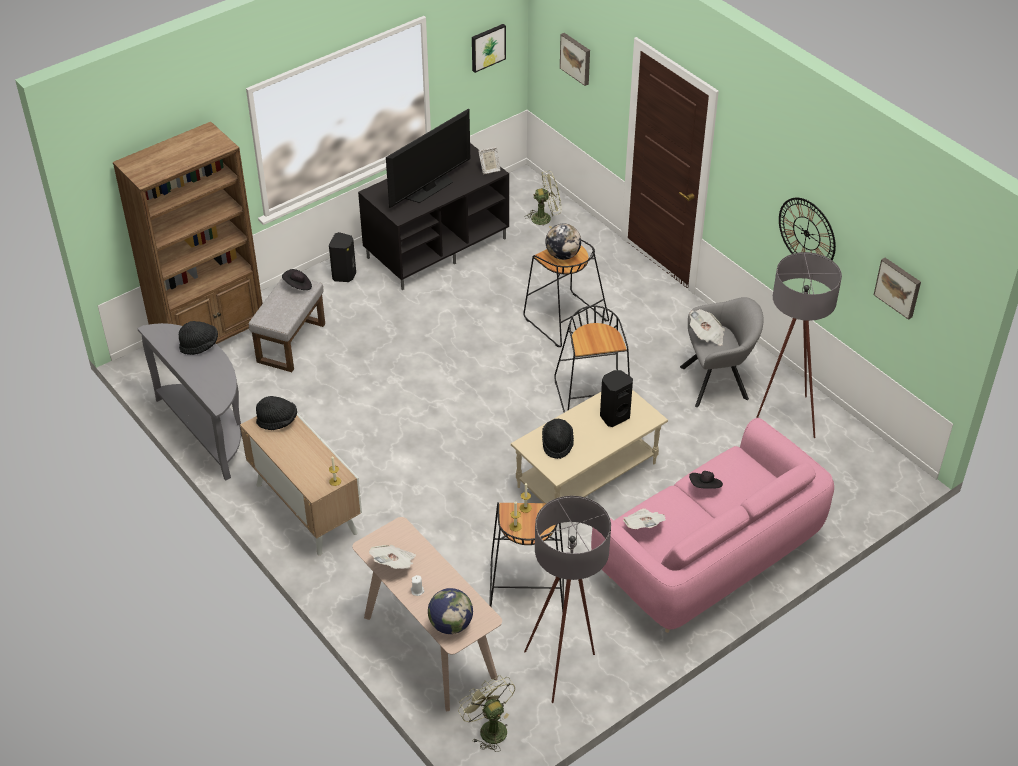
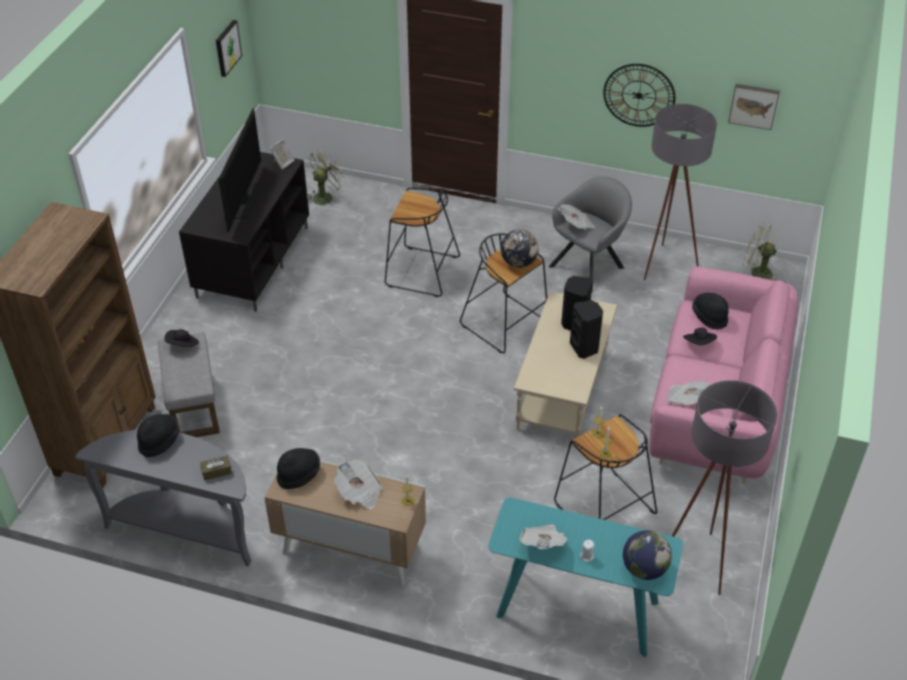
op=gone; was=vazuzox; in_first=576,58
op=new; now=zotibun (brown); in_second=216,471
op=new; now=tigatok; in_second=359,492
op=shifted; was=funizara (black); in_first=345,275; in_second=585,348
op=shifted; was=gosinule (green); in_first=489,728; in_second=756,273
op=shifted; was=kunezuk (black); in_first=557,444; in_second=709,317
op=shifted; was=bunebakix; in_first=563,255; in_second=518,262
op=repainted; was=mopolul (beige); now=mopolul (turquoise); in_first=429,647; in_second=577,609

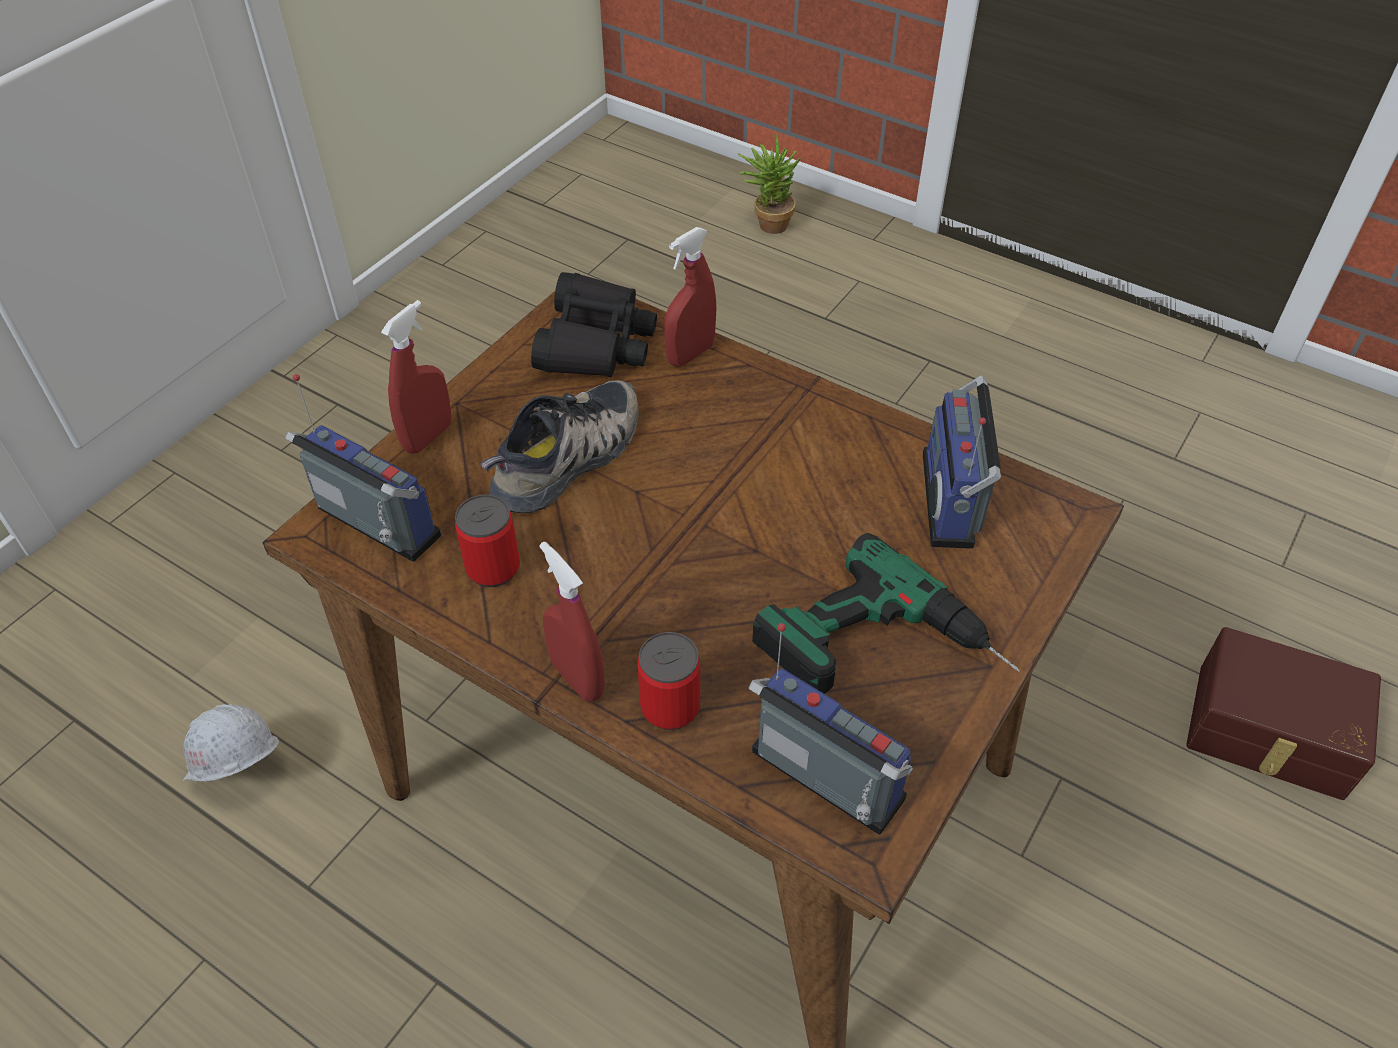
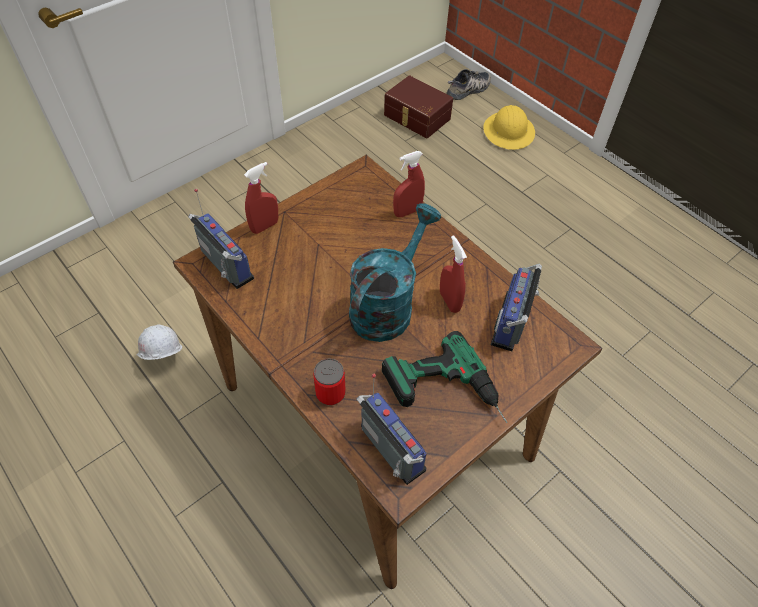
op=gone; was=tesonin; in_first=493,568
op=gone; was=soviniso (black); in_first=595,343
op=new; now=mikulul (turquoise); in_second=387,305
op=shifted; was=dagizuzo; in_first=570,460; in_second=469,90
op=shifted; was=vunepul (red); in_first=577,678; in_second=449,301
op=shifted; was=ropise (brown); in_first=1270,733; in_second=416,117
op=swapped; was=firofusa; now=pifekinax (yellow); in_first=767,224; in_second=509,132

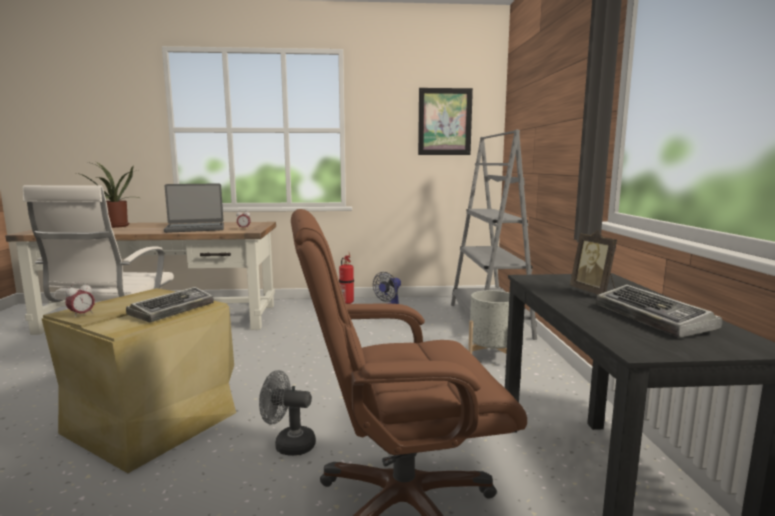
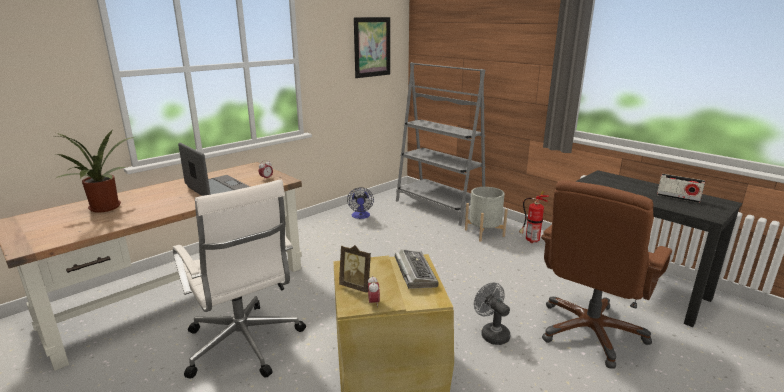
op=shifted; was=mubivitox; in_first=346,303; in_second=530,241
op=shifted; was=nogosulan; in_first=594,292; in_second=357,286
op=swapped; was=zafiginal; now=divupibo; in_first=654,319; in_second=678,198
op=rotated; was=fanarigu; in_first=195,228; in_second=218,189; clockwise=-75
op=rotated; was=gosinule (grey); in_first=288,444; in_second=491,333; clockwise=90

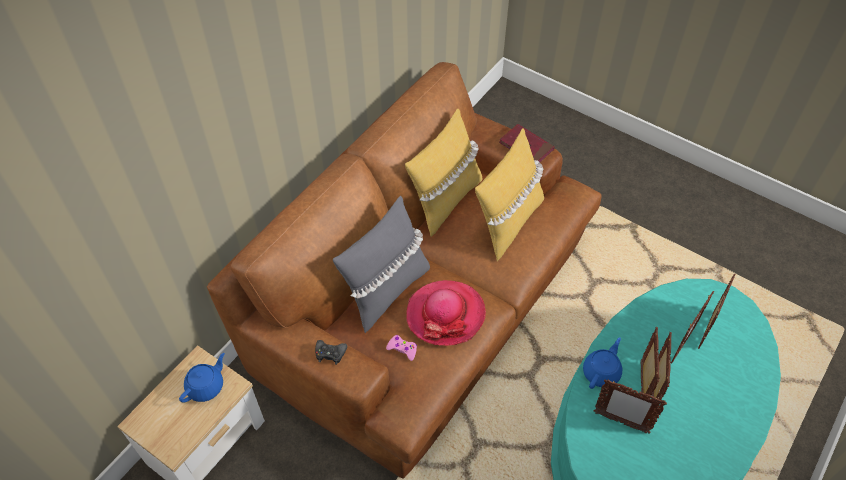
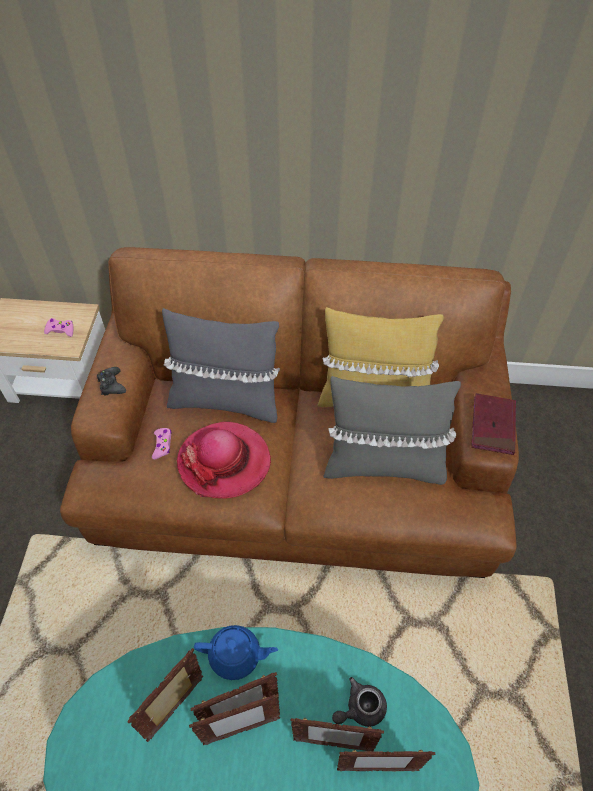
op=new; now=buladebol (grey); in_second=360,708
op=swapped; was=buladebol (blue); now=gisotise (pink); in_first=206,386; in_second=60,330
op=repainted; was=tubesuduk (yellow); now=tubesuduk (grey); in_first=507,223; in_second=383,464
op=rotated; was=nogosulan; in_first=620,422; in_second=177,708; clockwise=45

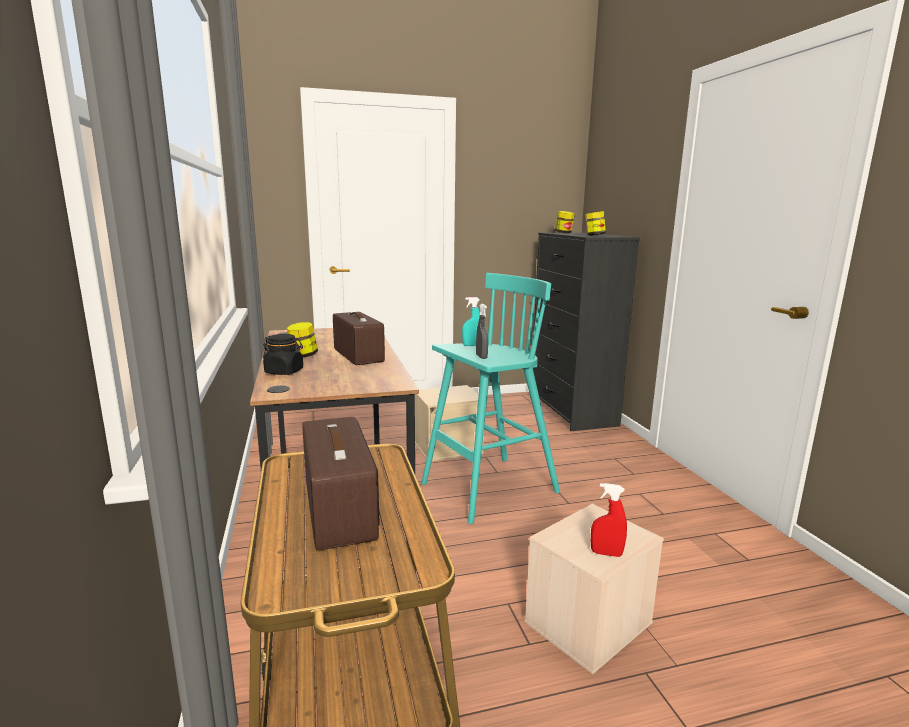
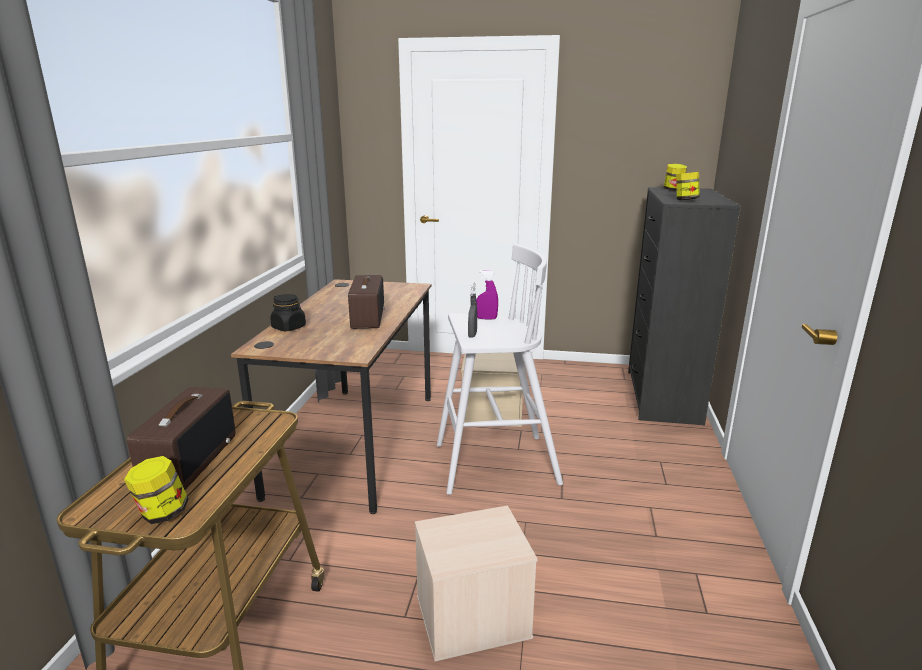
op=gone; was=vunepul (red); in_first=606,553
op=shifted; was=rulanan; in_first=303,355; in_second=162,513
op=repainted; was=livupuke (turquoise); now=livupuke (white); in_first=487,489; in_second=493,464
op=repainted; was=vunepul (turquoise); now=vunepul (purple); in_first=472,345; in_second=486,318

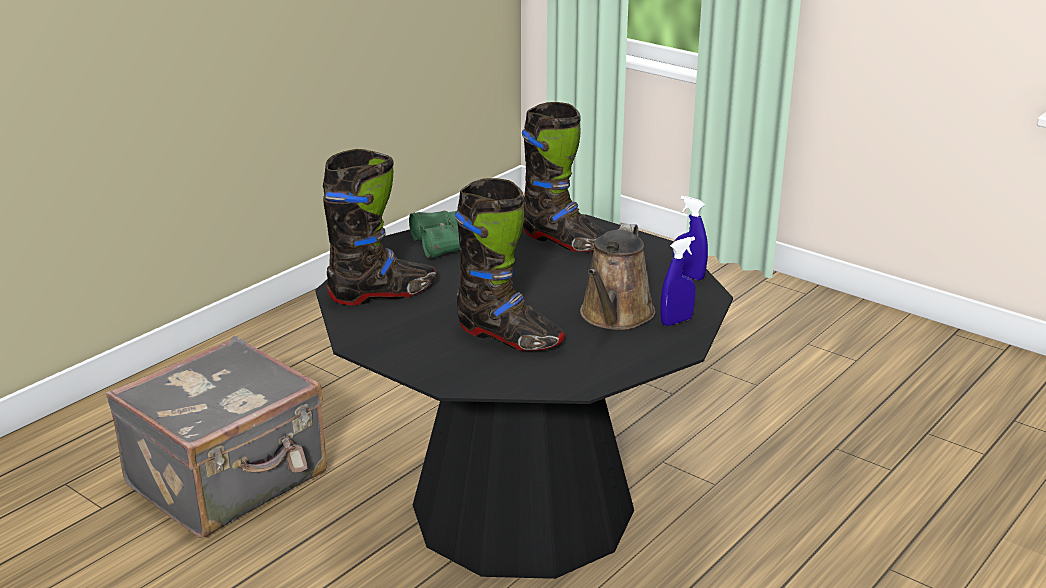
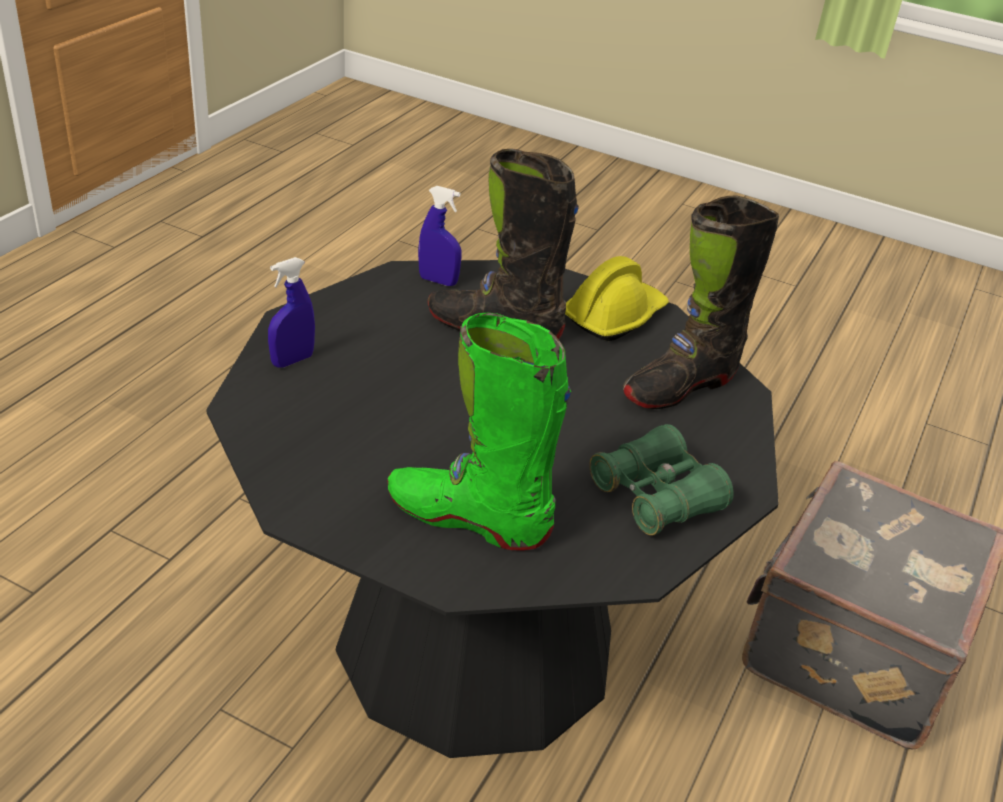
op=gone; was=mikulul (brown); in_first=615,316
op=new; now=pifekinax (yellow); in_second=614,316
op=shifted; was=vunepul (blue); in_first=688,276; in_second=438,281
op=repainted; was=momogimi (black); now=momogimi (green); in_first=565,241; in_second=468,518

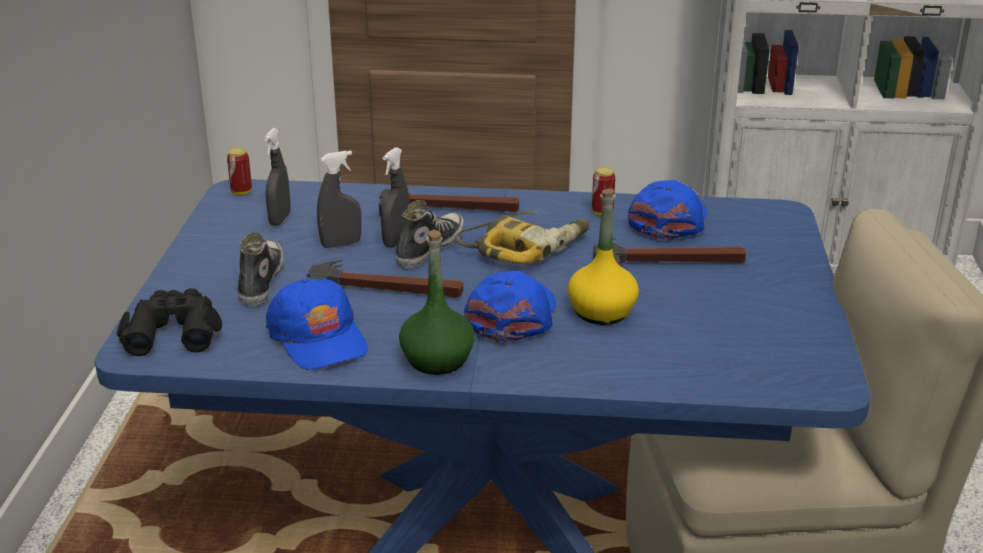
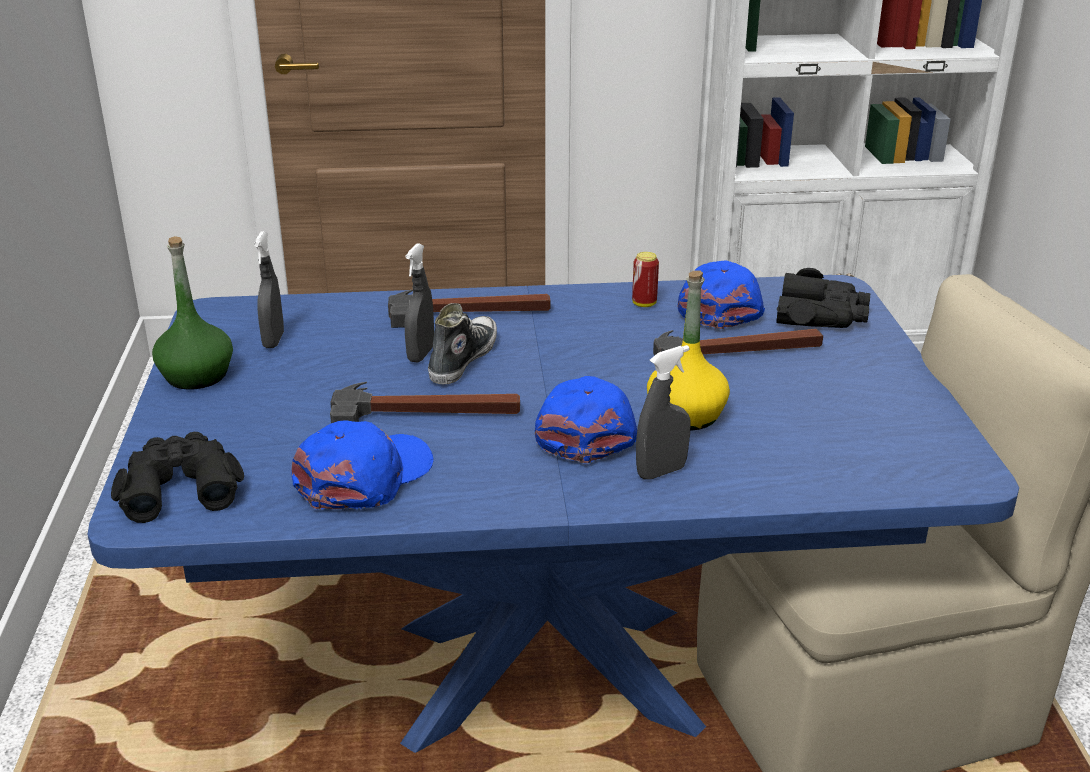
op=gone; was=tesonin; in_first=241,192
op=gone; was=dagizuzo; in_first=260,281
op=gone; was=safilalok; in_first=525,246
op=new; now=soviniso (black); in_second=821,315
op=shifted; was=vunepul (grey); in_first=341,244; in_second=661,472
op=shifted; was=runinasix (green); in_first=437,360; in_second=197,376
op=rotated; was=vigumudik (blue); in_first=318,337; in_second=364,477; clockwise=-105

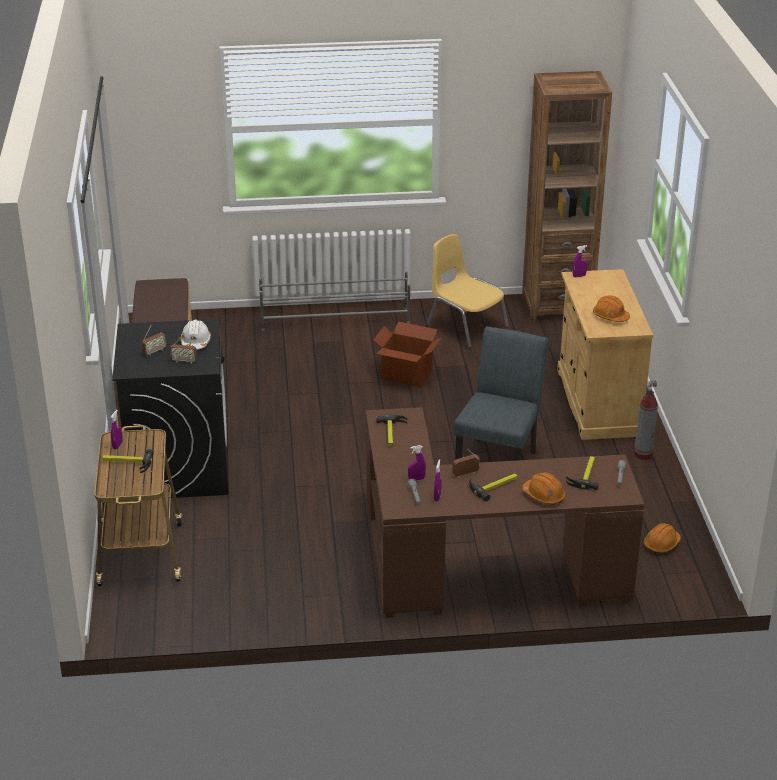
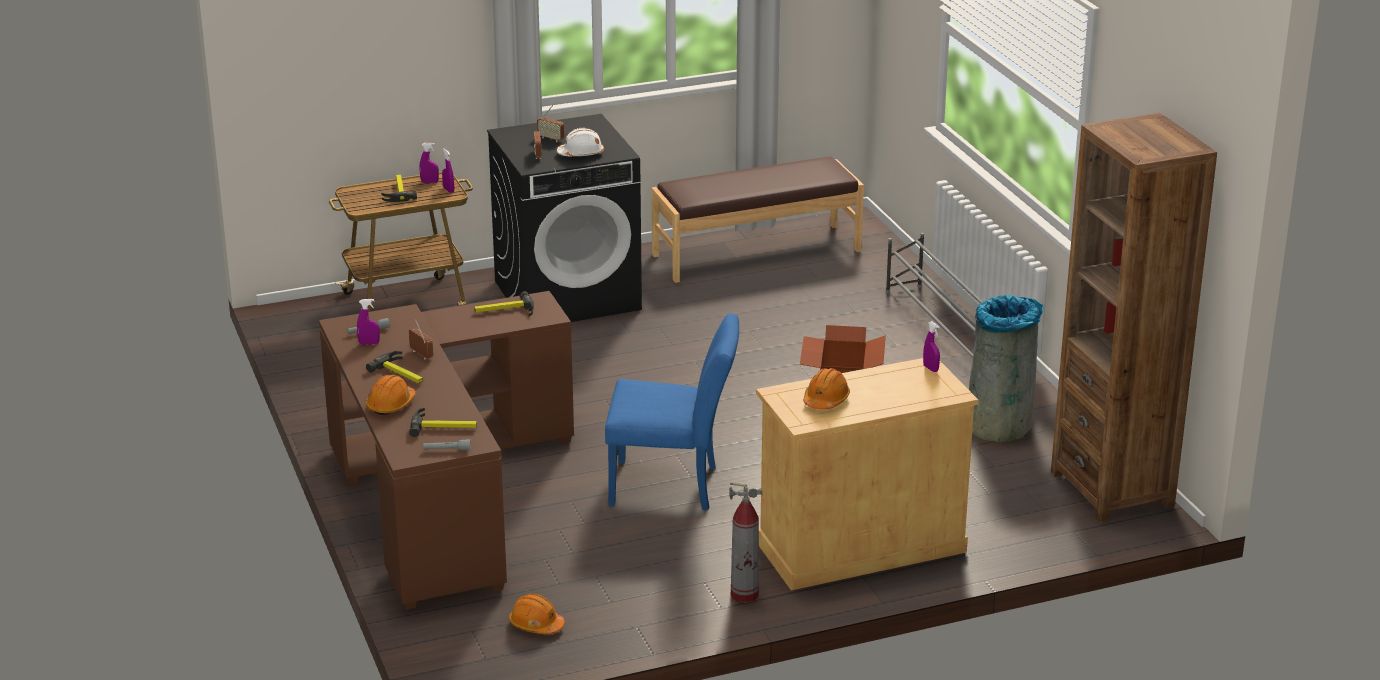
op=shifted; was=vunepul (purple); in_first=416,479; in_second=448,190
op=swapped; was=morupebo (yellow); now=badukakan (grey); in_first=466,326; in_second=1000,424
op=repainted; was=morupebo (grey); now=morupebo (blue); in_first=499,461; in_second=673,486

